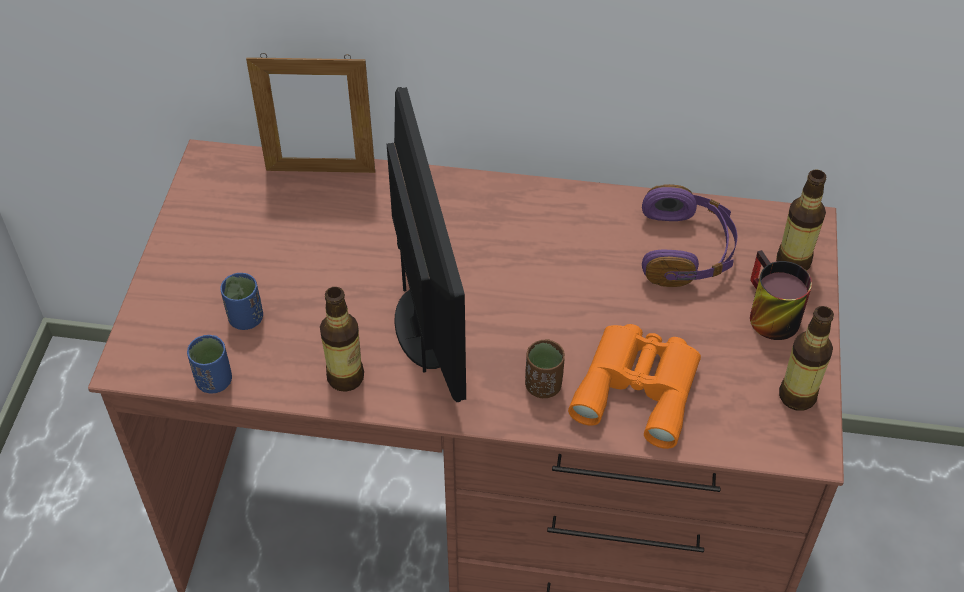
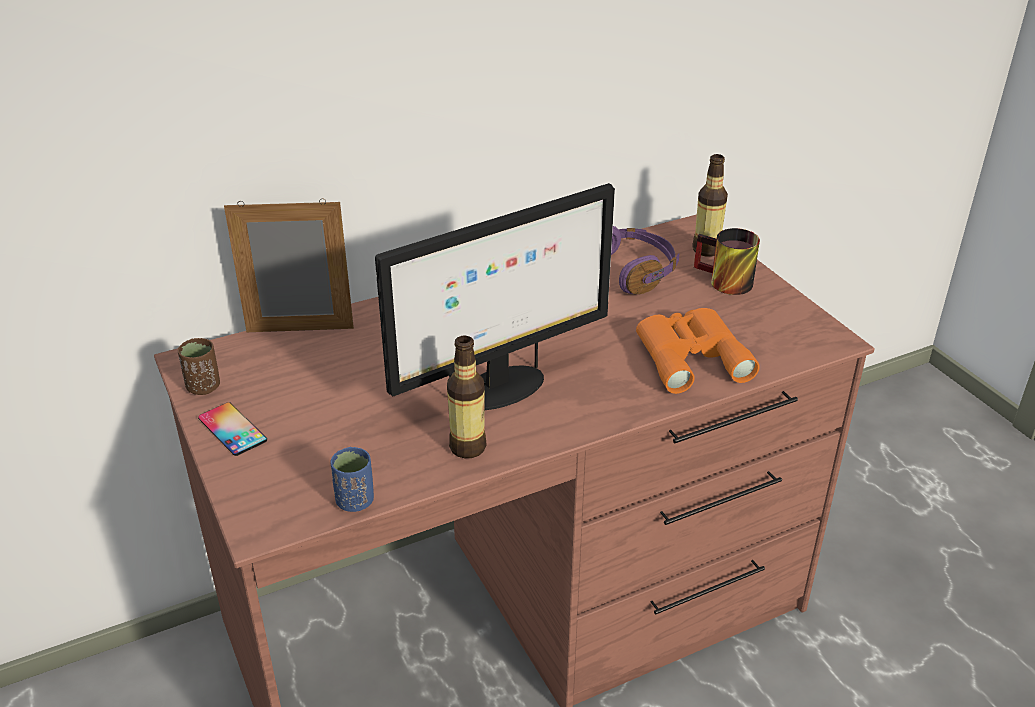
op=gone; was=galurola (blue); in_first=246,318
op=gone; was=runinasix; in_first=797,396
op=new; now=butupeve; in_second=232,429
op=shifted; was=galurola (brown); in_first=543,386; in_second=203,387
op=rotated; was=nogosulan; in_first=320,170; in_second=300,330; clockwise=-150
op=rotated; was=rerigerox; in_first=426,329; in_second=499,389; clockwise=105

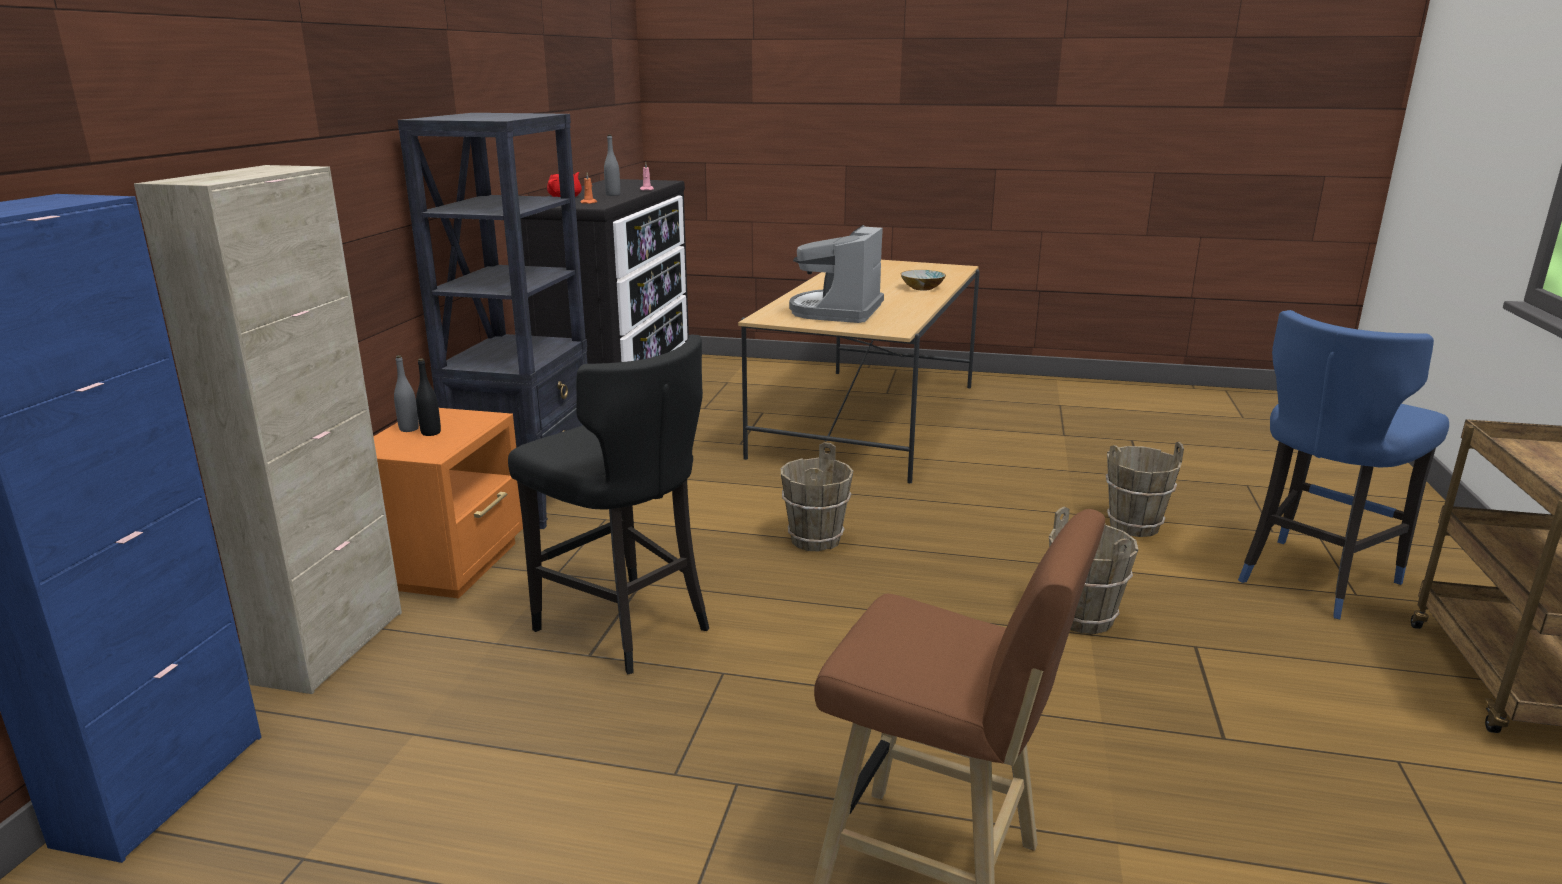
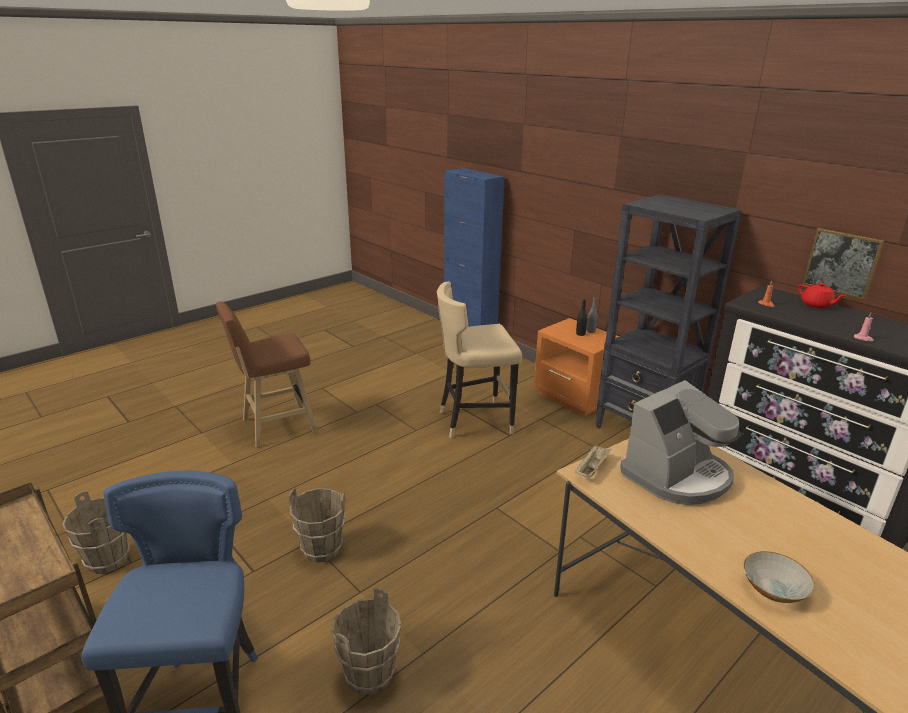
op=gone; was=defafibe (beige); in_first=331,647
op=gone; was=runinasix (grey); in_first=613,195
op=new; now=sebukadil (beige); in_second=591,468
op=new; now=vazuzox; in_second=842,263
op=shifted; was=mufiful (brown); in_first=814,540; in_second=108,559
op=repainted; was=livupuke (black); now=livupuke (beige); in_first=625,627; in_second=474,421
op=rotated; was=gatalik; in_first=836,311; in_second=677,476; clockwise=90

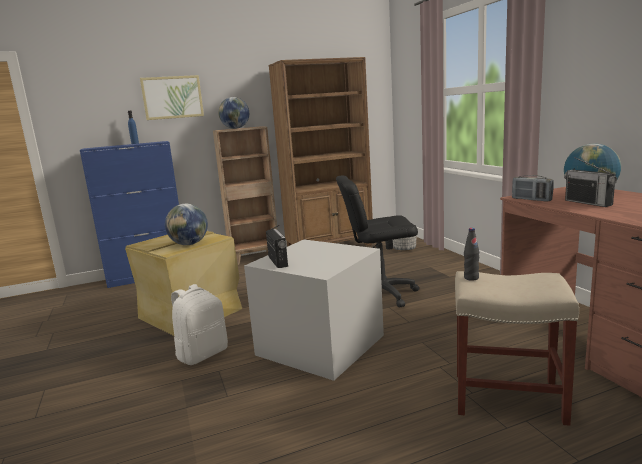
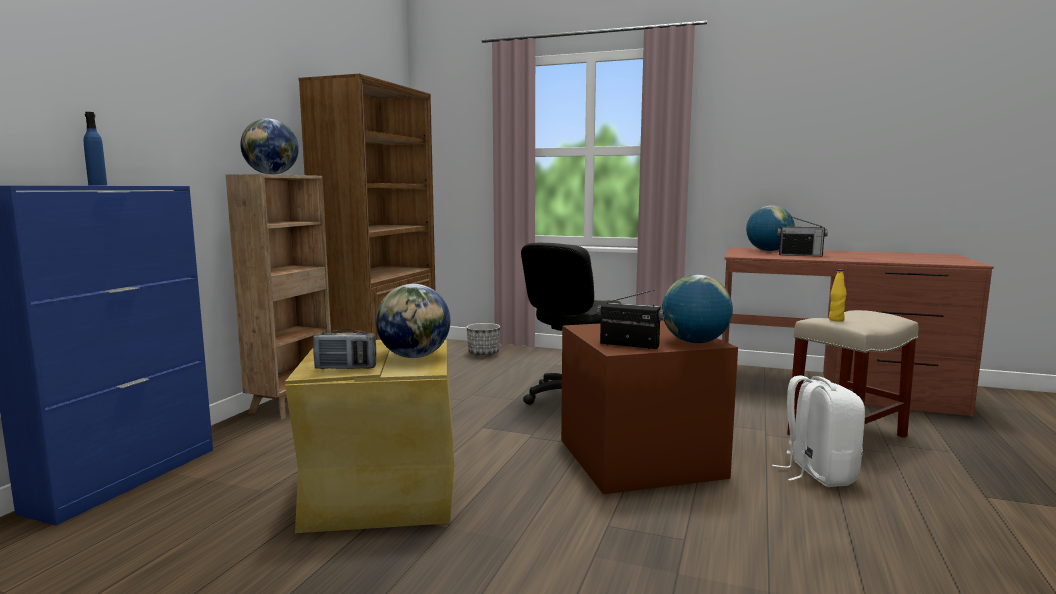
op=gone; was=vazuzox; in_first=172,97
op=new; now=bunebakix; in_second=695,342
op=shifted; was=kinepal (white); in_first=202,354; in_second=817,474
op=shifted; was=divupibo; in_first=531,200; in_second=345,368
op=repainted; was=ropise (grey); now=ropise (brown); in_first=322,344; in_second=641,457
op=repainted; was=runinasix (black); now=runinasix (yellow); in_first=471,278; in_second=836,320

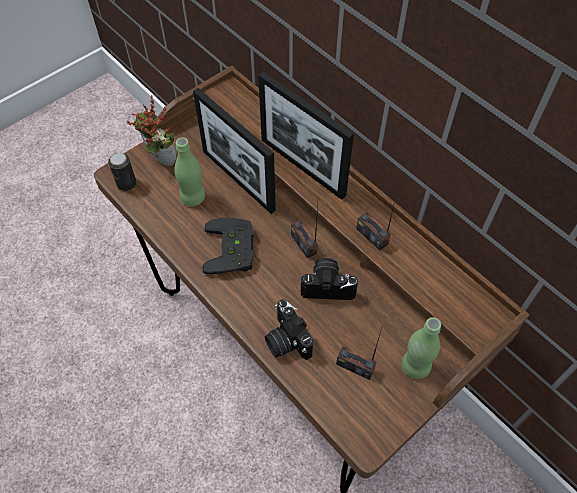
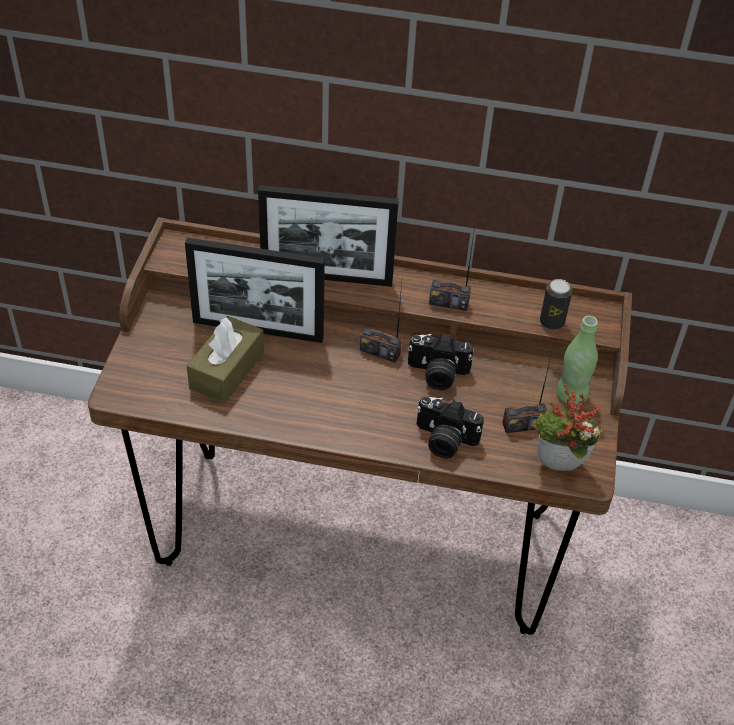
op=gone; was=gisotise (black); in_first=233,250
op=shifted; was=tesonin; in_first=126,184; in_second=552,322
op=shifted; was=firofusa; in_first=159,160; in_second=557,468
op=swapped; was=runinasix (green); now=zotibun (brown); in_first=193,198; in_second=227,370
op=rotated; was=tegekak; in_first=328,286; in_second=437,374; clockwise=-135

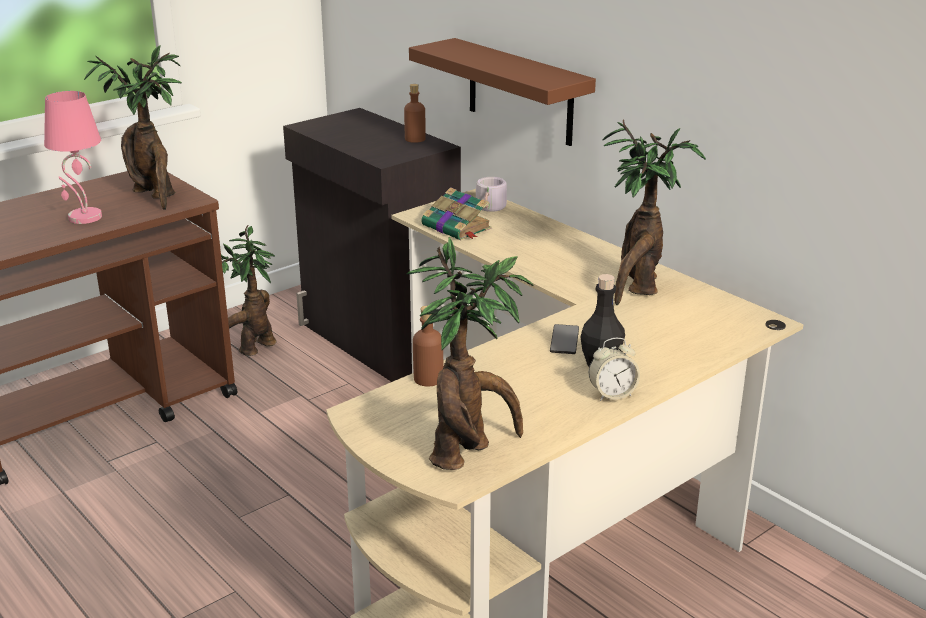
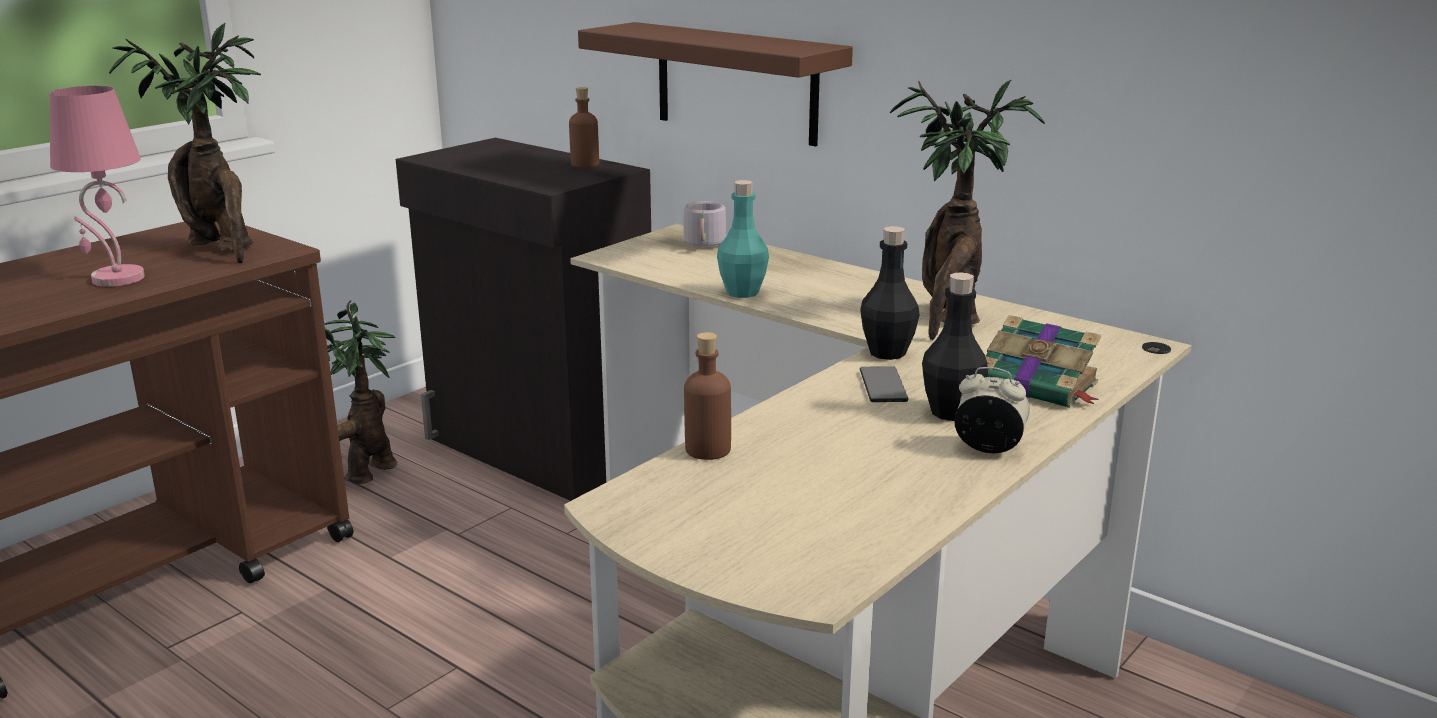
op=gone; was=firofusa; in_first=469,451
op=new; now=runinasix (turquoise); in_second=742,292
op=new; now=runinasix (black); in_second=887,353
op=shifted; was=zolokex; in_first=457,227; in_second=1039,385
op=rotated; was=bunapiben; in_first=612,394; in_second=988,448; clockwise=-135

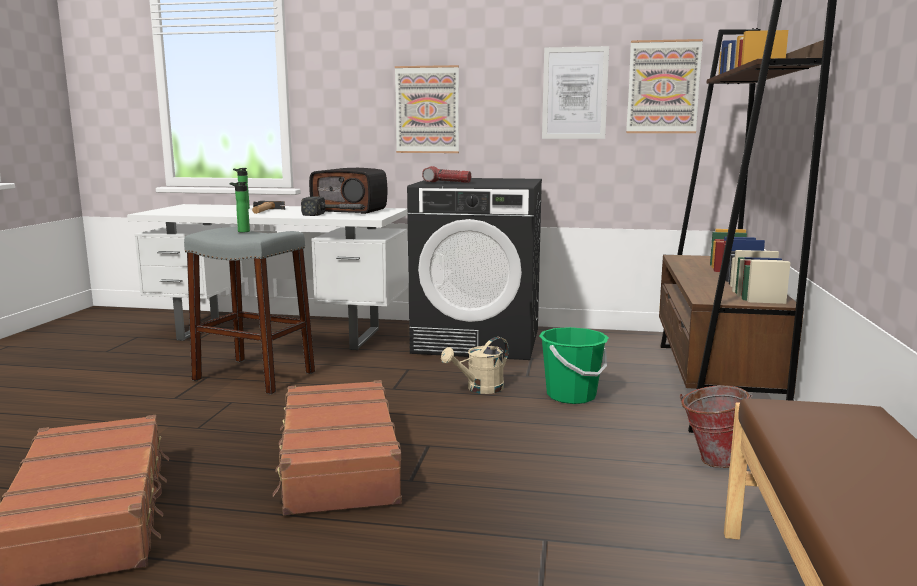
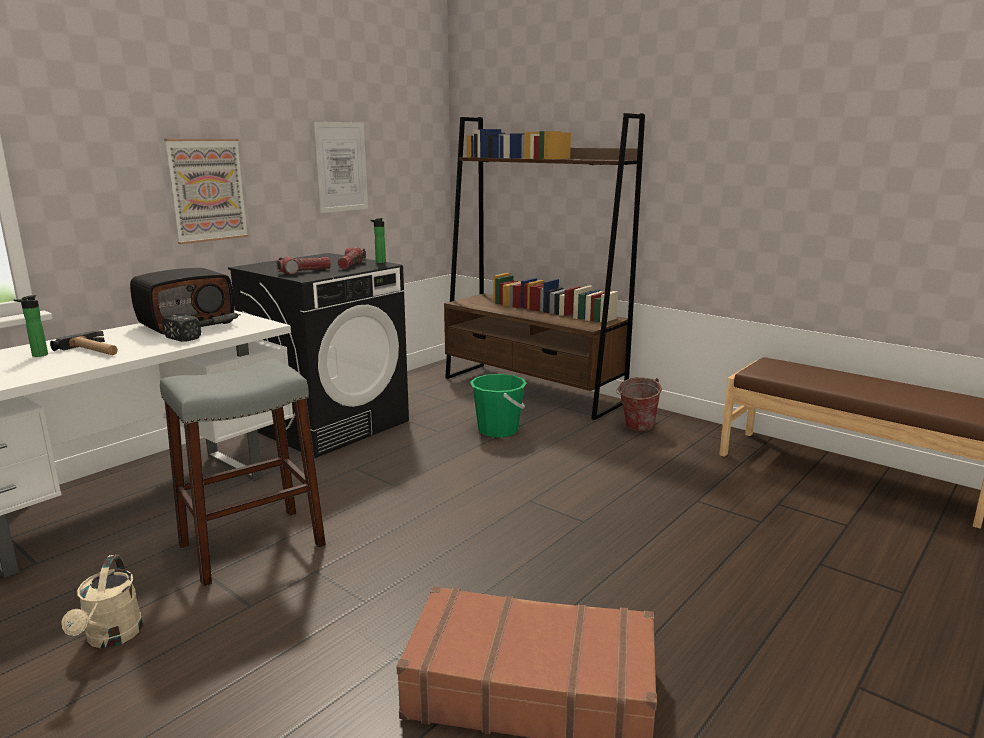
op=gone; was=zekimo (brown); in_first=338,463
op=gone; was=vazuzox; in_first=663,87
op=new; now=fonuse; in_second=351,265
op=shifted; was=runinasix; in_first=241,231; in_second=379,262
op=shifted; was=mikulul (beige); in_first=480,389; in_second=111,638

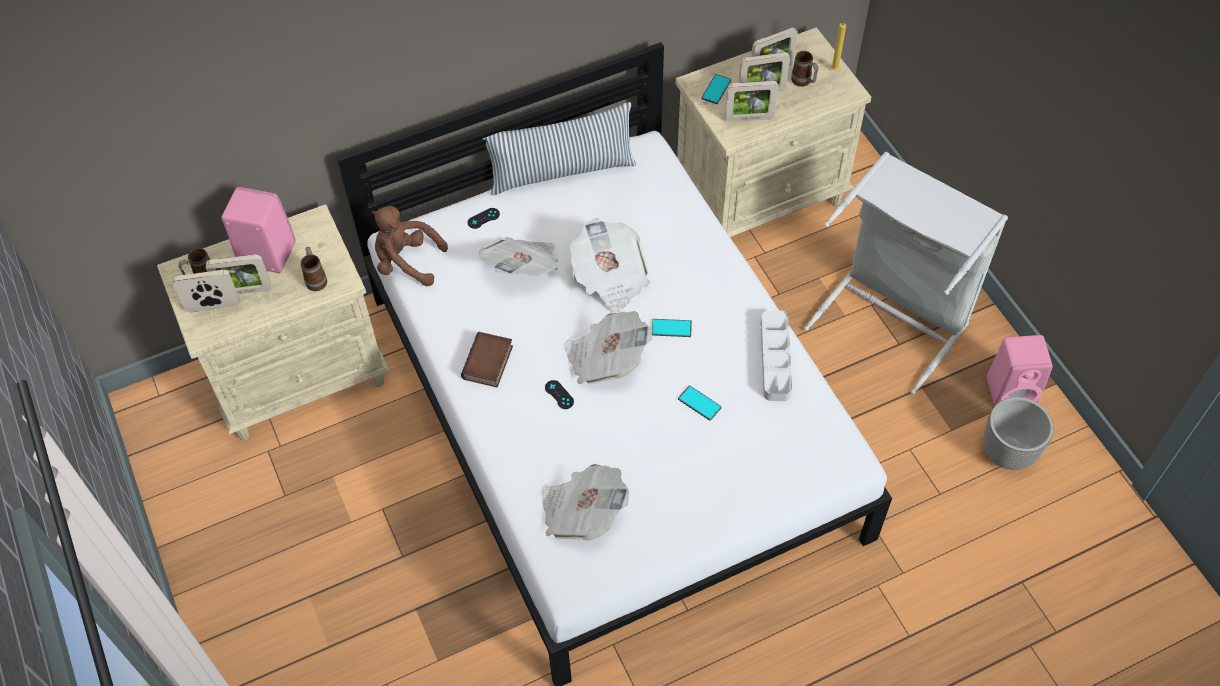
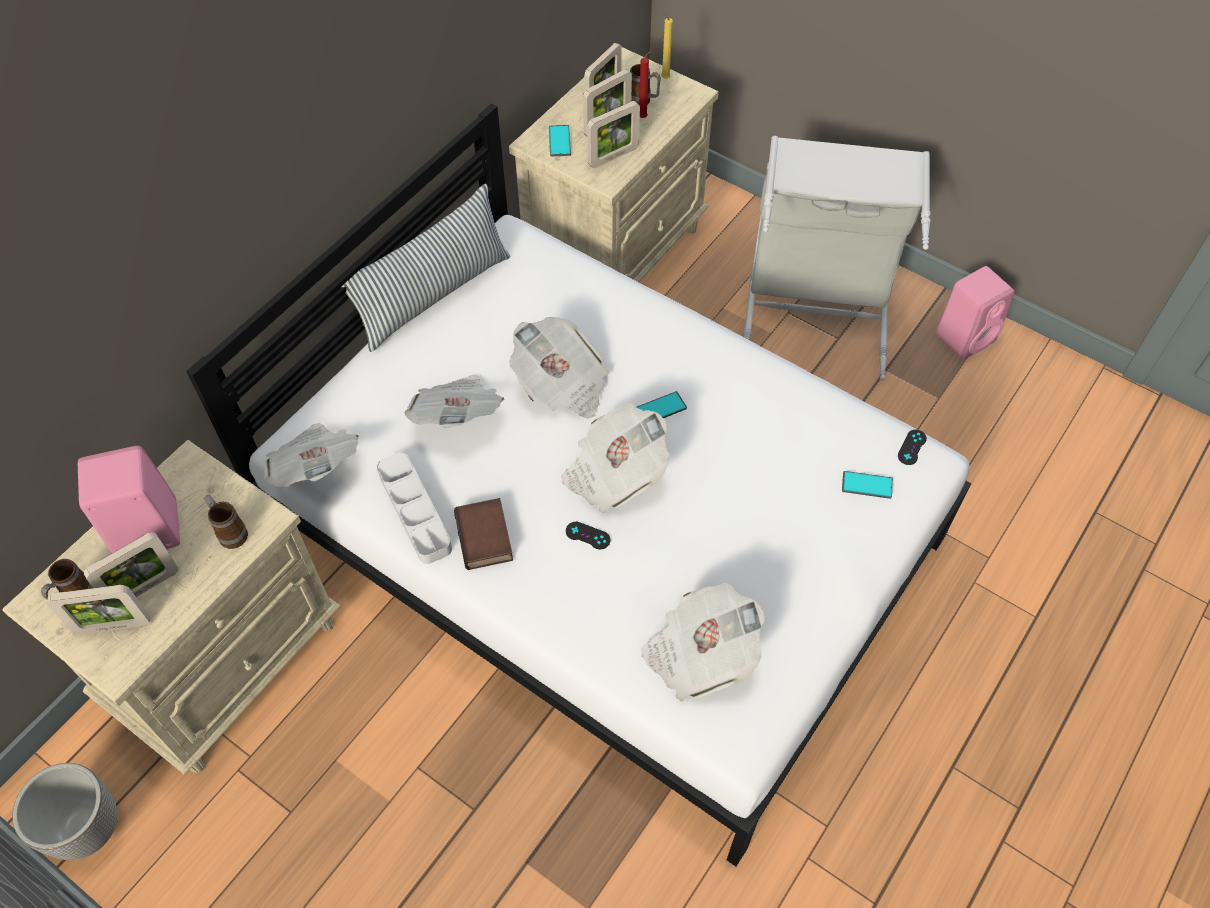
op=new; now=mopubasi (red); in_second=644,117
op=shifted; was=gisotise (black); in_first=483,218; in_second=912,447
op=shifted; was=butupeve; in_first=699,403; in_second=867,485
op=shifted; was=sebukadil (grey); in_first=775,358; in_second=415,511
op=shifted; was=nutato; in_first=1006,452; in_second=87,828
op=swapped; was=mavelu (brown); now=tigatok; in_first=406,262; in_second=316,467
op=rotated; was=nogosulan; in_first=213,306; in_second=113,626; clockwise=-150

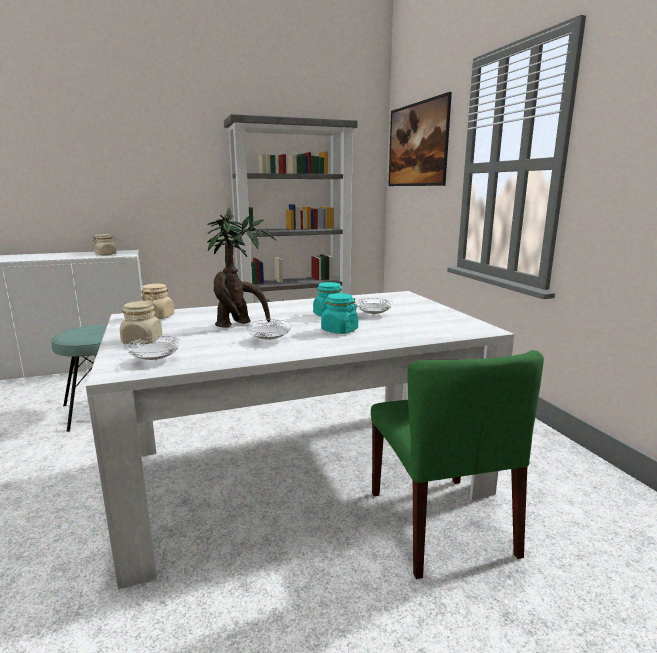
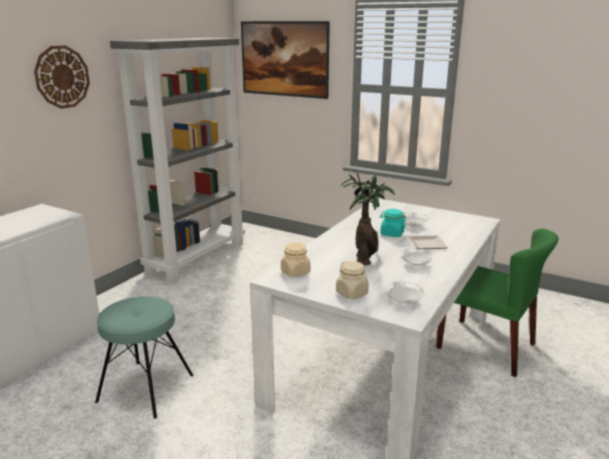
op=gone; was=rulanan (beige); in_first=106,254
op=new; now=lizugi; in_second=62,77
op=swapped; was=rulanan (turquoise); now=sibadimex; in_first=339,330; in_second=428,244

